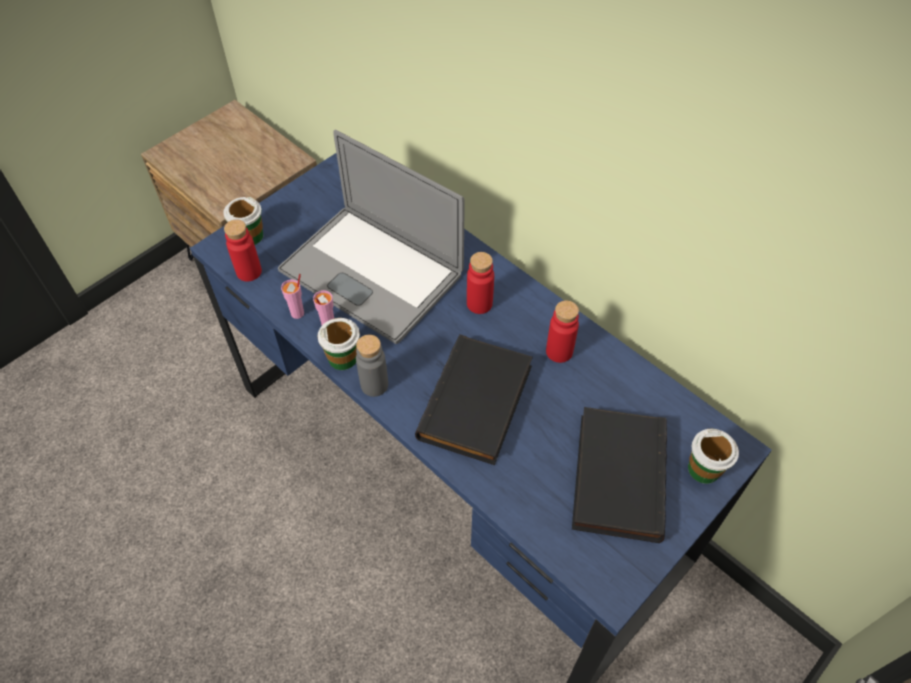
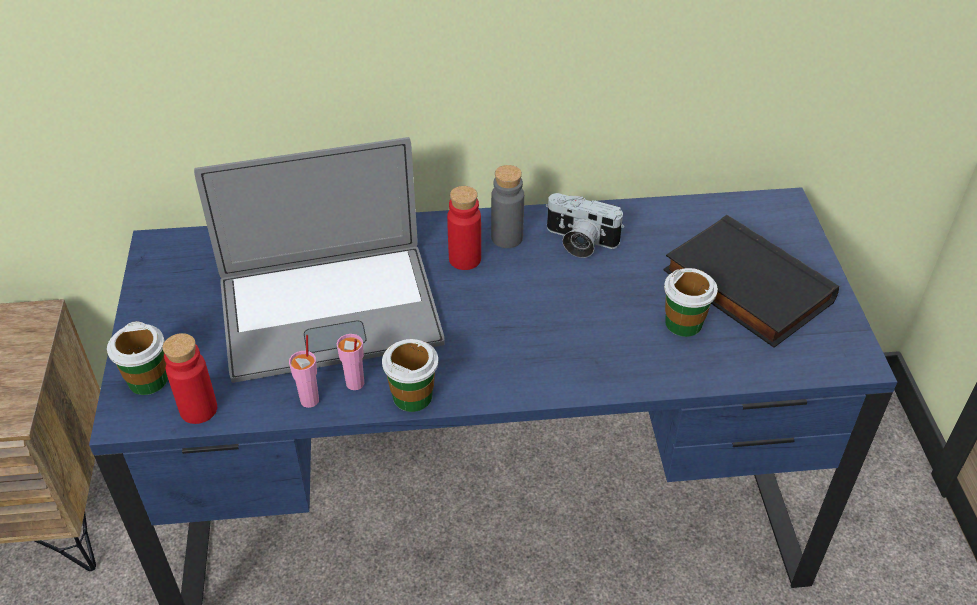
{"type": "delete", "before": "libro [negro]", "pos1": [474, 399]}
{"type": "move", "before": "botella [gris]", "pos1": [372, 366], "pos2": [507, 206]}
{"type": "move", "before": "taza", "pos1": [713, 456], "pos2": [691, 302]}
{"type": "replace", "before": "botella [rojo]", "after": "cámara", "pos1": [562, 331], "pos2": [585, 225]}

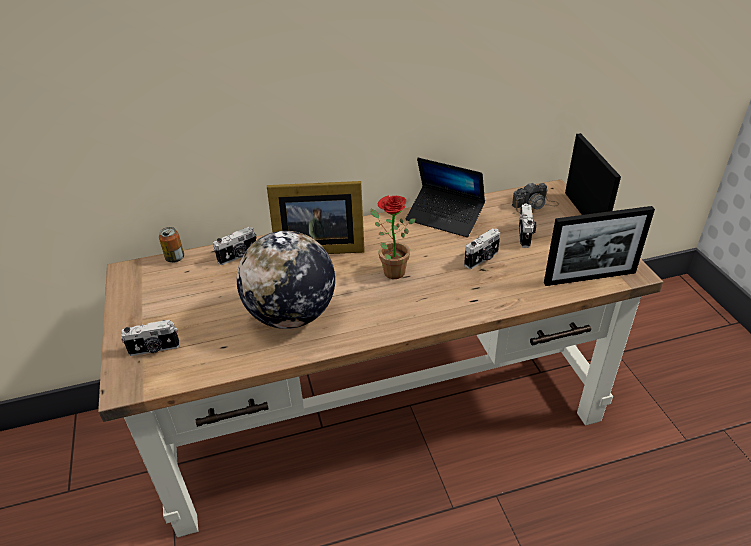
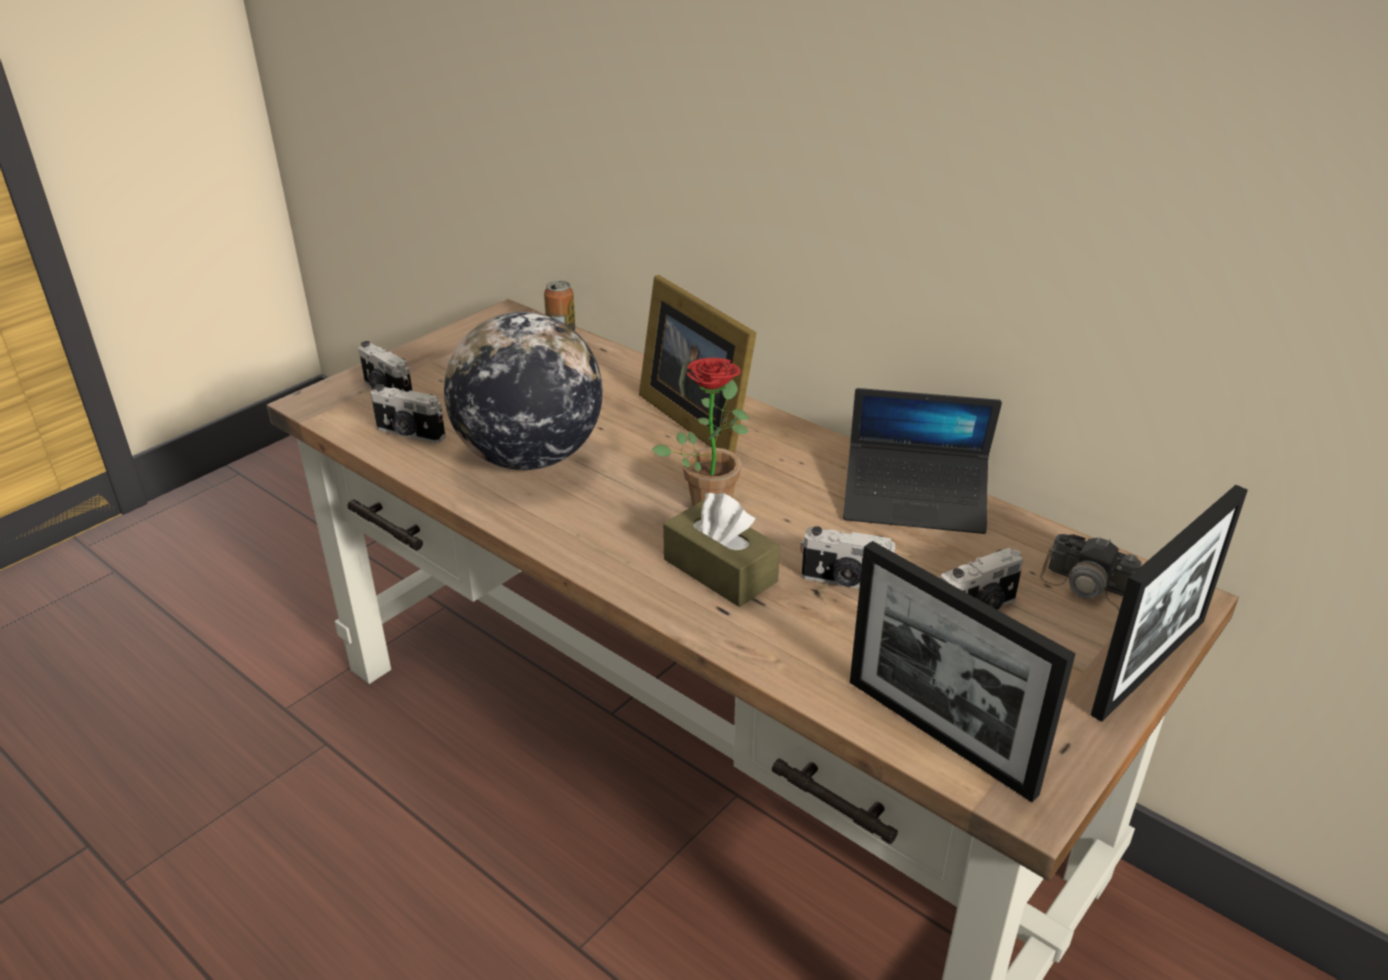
{"type": "insert", "after": "caja de pañuelos [marrón]", "pos2": [721, 550]}
{"type": "move", "before": "cámara", "pos1": [234, 246], "pos2": [408, 413]}
{"type": "rotate", "before": "portátil", "pos1": [445, 197], "pos2": [922, 461], "turn": -75}

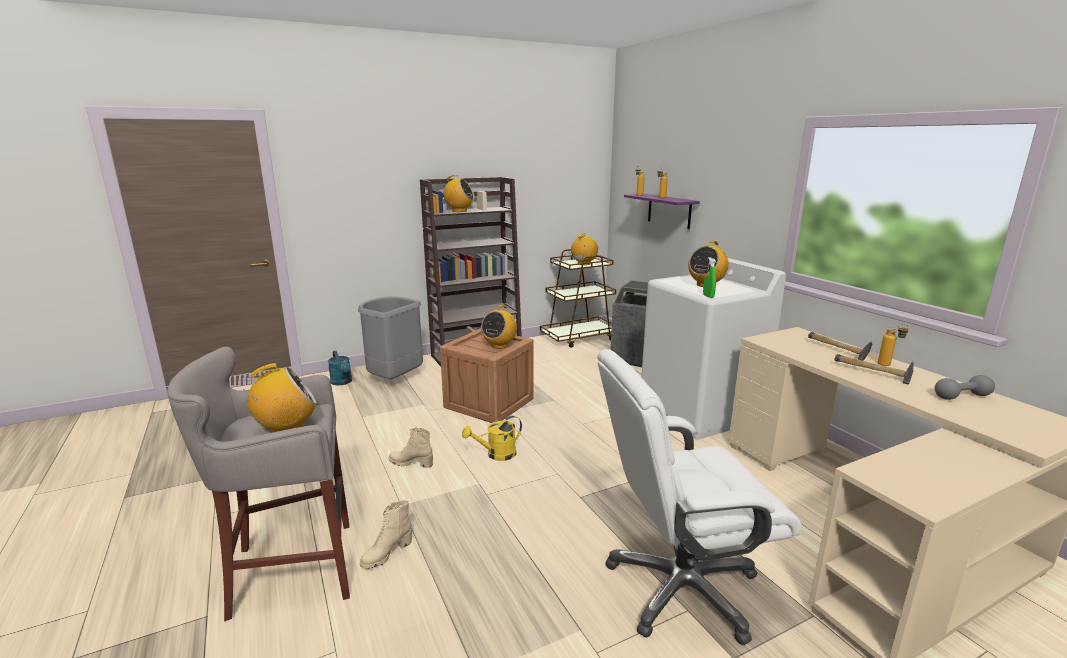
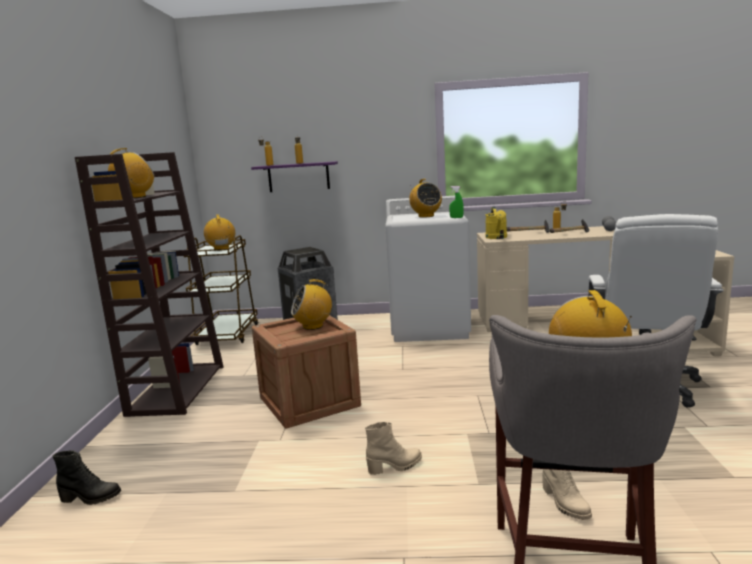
{"type": "delete", "before": "papelera [gris]", "pos1": [390, 338]}
{"type": "move", "before": "regadera [amarillo]", "pos1": [492, 438], "pos2": [496, 223]}
{"type": "replace", "before": "regadera [turquesa]", "after": "bota [negro]", "pos1": [340, 368], "pos2": [87, 477]}
{"type": "rotate", "before": "bota [beis]", "pos1": [411, 448], "pos2": [393, 448], "turn": -150}
{"type": "rotate", "before": "radio", "pos1": [499, 327], "pos2": [311, 304], "turn": 105}

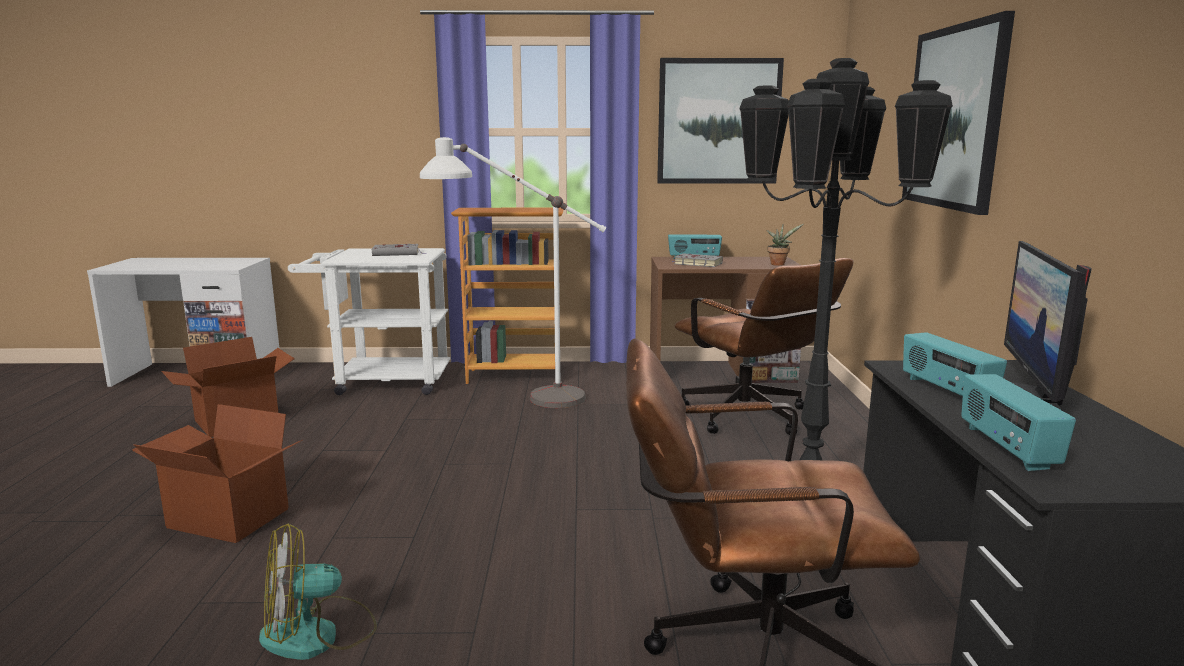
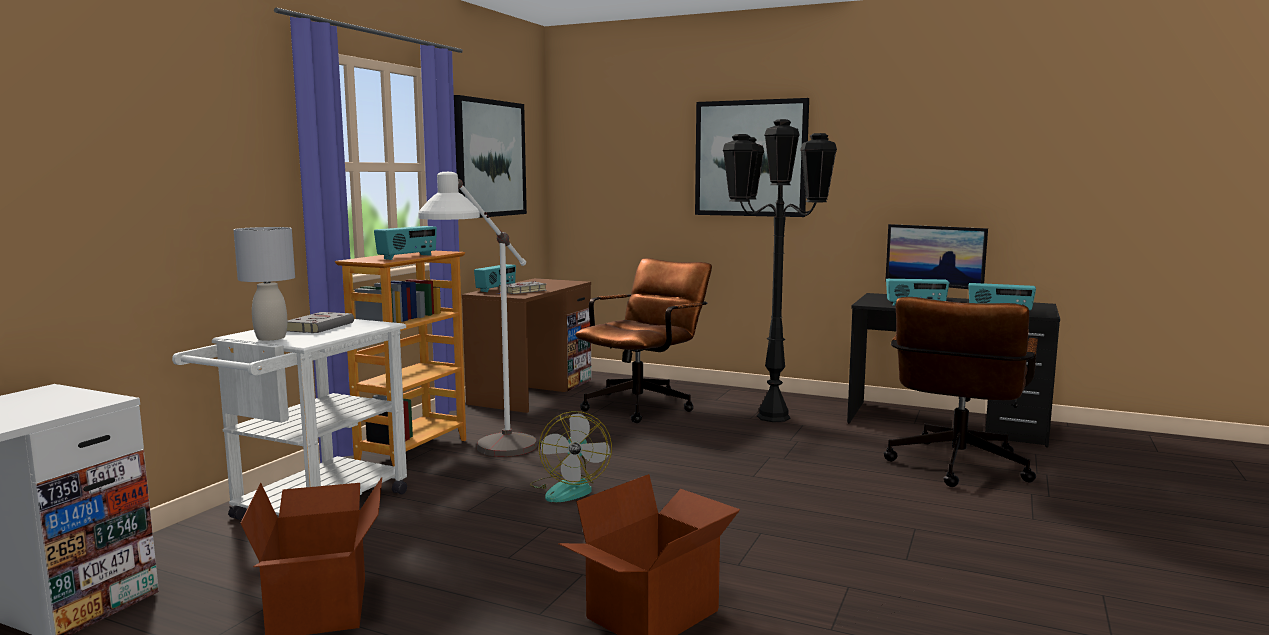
{"type": "delete", "before": "planta en maceta", "pos1": [784, 245]}
{"type": "insert", "after": "lámpara de mesa [gris]", "pos2": [264, 284]}
{"type": "insert", "after": "radio", "pos2": [405, 243]}
{"type": "move", "before": "ventilador", "pos1": [318, 591], "pos2": [571, 456]}
{"type": "rotate", "before": "silla de oficina [marrón]", "pos1": [764, 346], "pos2": [643, 340], "turn": -45}

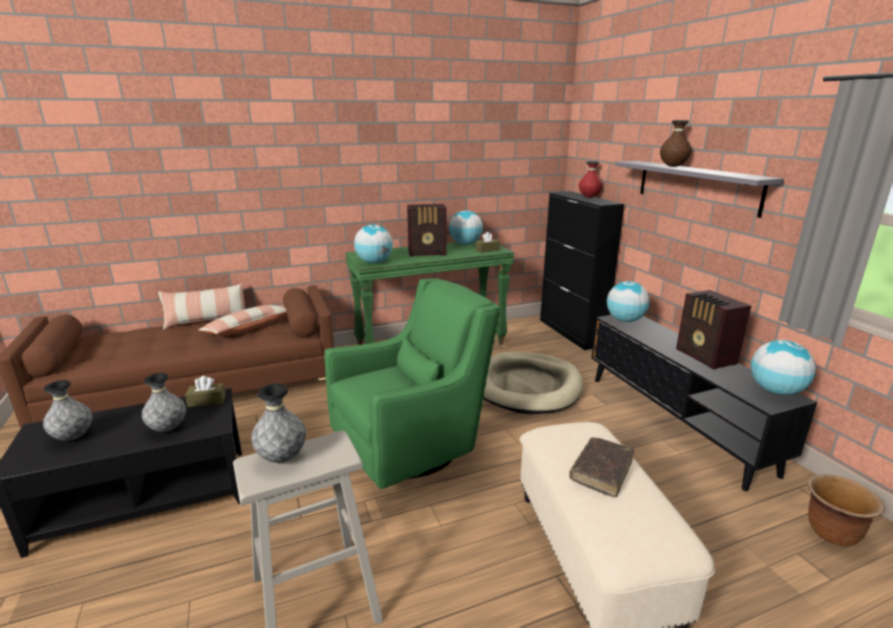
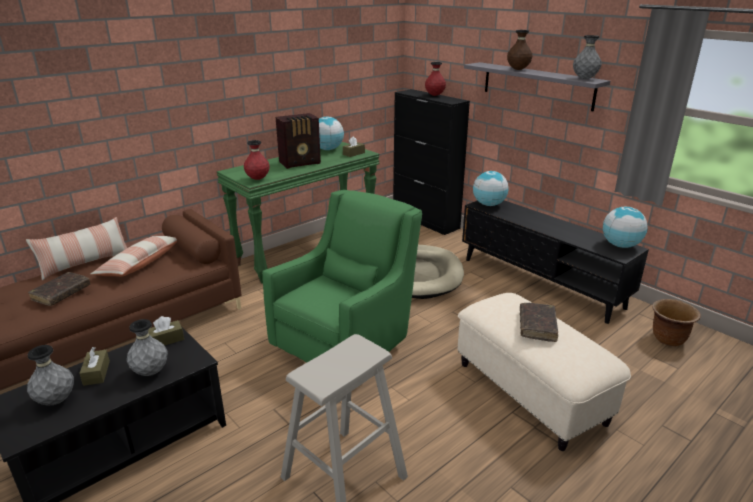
{"type": "delete", "before": "radio", "pos1": [713, 330]}
{"type": "insert", "after": "libro [marrón]", "pos2": [59, 289]}
{"type": "insert", "after": "caja de pañuelos [marrón]", "pos2": [94, 366]}
{"type": "move", "before": "florero [gris]", "pos1": [278, 423], "pos2": [587, 57]}
{"type": "replace", "before": "globo terráqueo", "after": "florero [rojo]", "pos1": [373, 243], "pos2": [256, 160]}

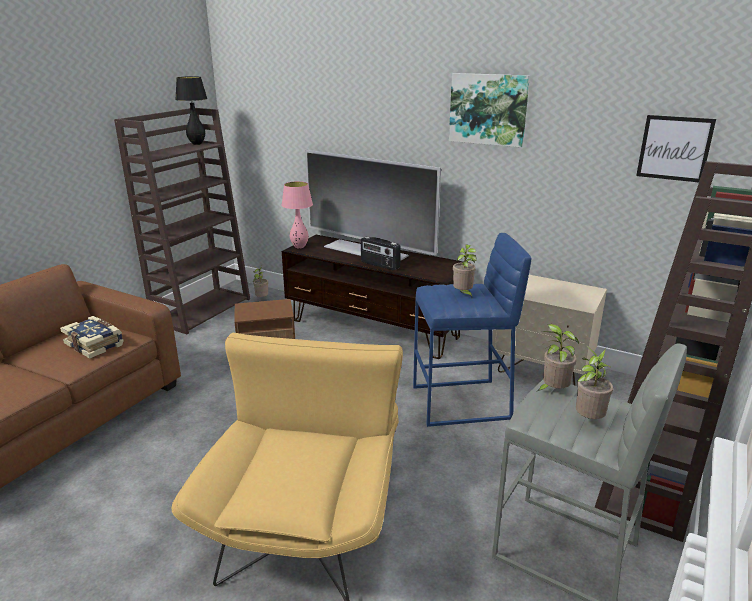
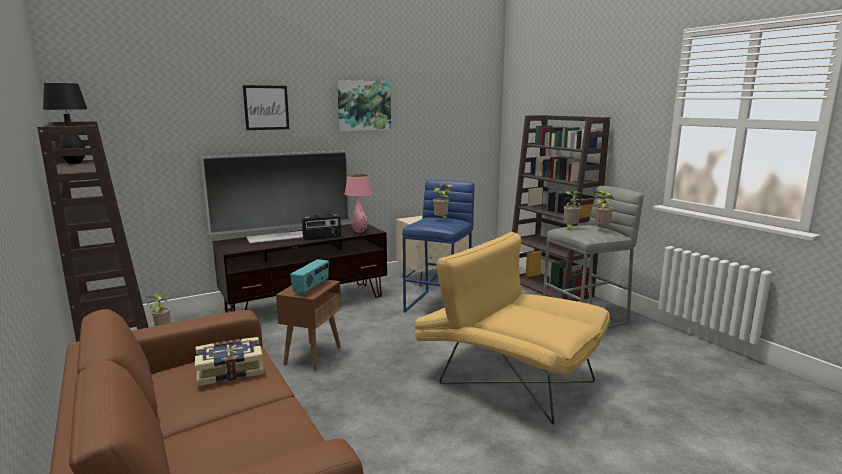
{"type": "insert", "after": "radio", "pos2": [309, 277]}
{"type": "move", "before": "lámpara de mesa [rosa]", "pos1": [297, 214], "pos2": [358, 203]}
{"type": "move", "before": "cuadro", "pos1": [676, 148], "pos2": [266, 107]}

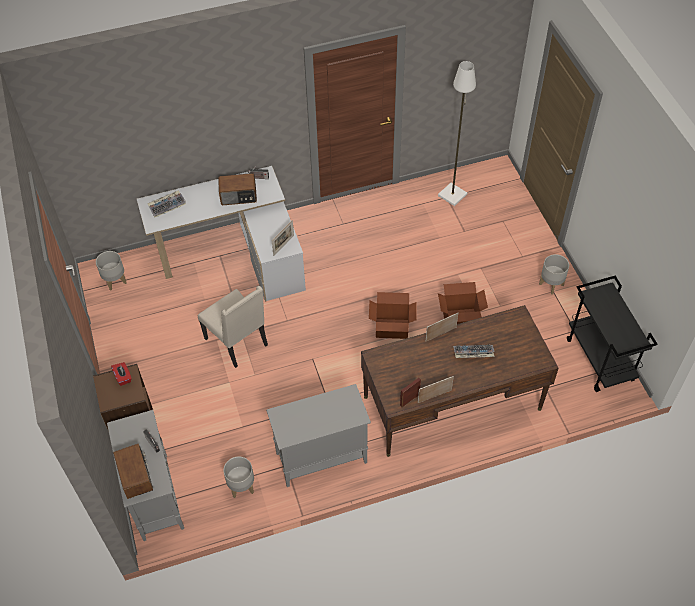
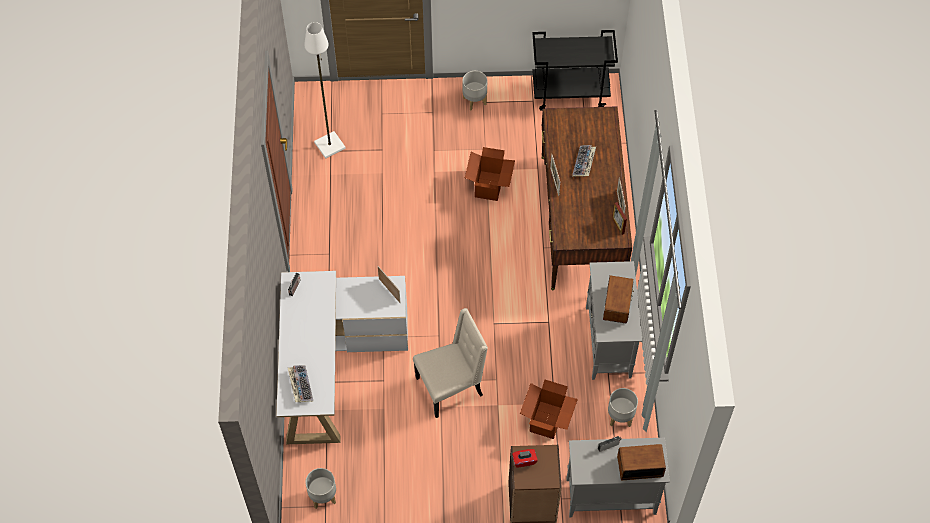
{"type": "move", "before": "radio", "pos1": [237, 189], "pos2": [618, 299]}
{"type": "move", "before": "caja de cartón", "pos1": [393, 315], "pos2": [549, 409]}

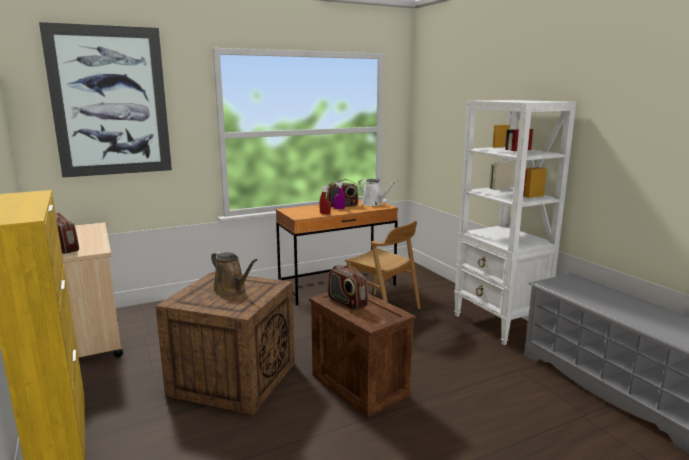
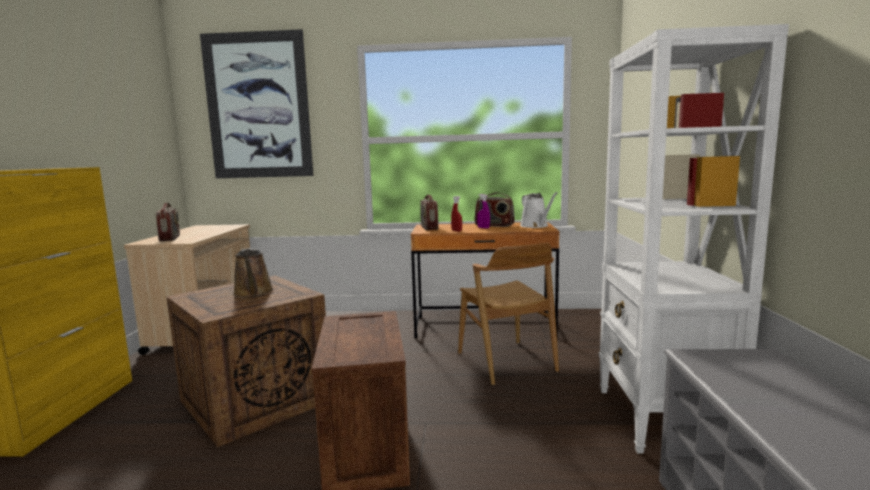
{"type": "move", "before": "radio", "pos1": [348, 287], "pos2": [429, 212]}

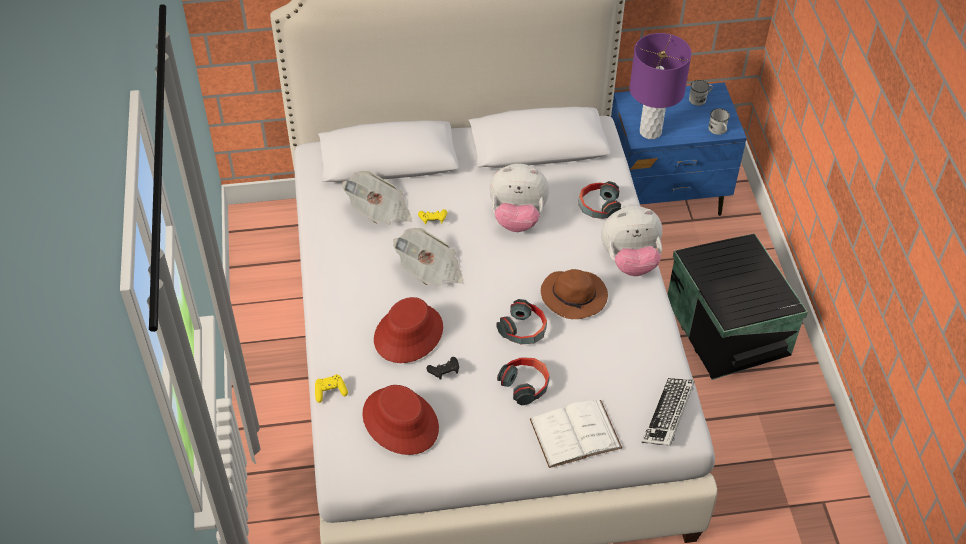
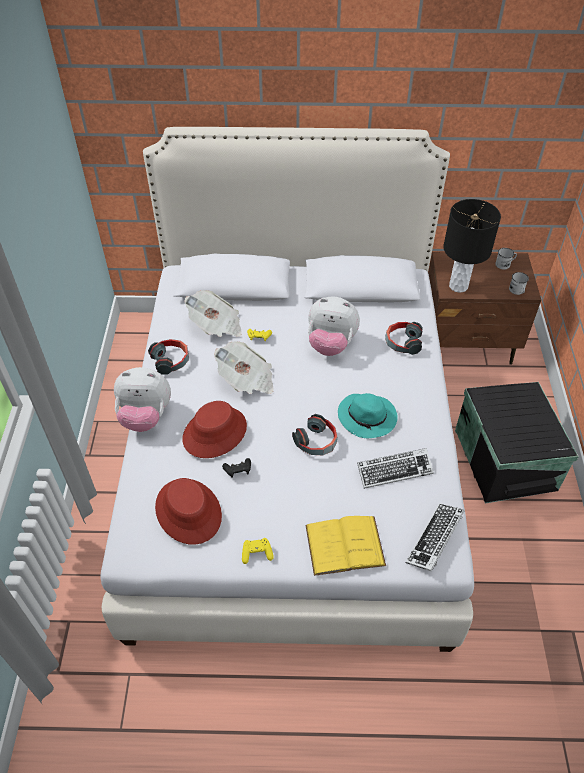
{"type": "insert", "after": "teclado", "pos2": [395, 468]}
{"type": "move", "before": "mando de consola [amarillo]", "pos1": [331, 388], "pos2": [258, 551]}
{"type": "move", "before": "auriculares", "pos1": [523, 381], "pos2": [168, 357]}
{"type": "move", "before": "peluche", "pos1": [631, 241], "pos2": [142, 399]}
{"type": "recolor", "before": "libro [blanco]", "after": "libro [amarillo]", "pos1": [576, 434], "pos2": [346, 546]}
{"type": "recolor", "before": "sombrero [marrón]", "after": "sombrero [turquesa]", "pos1": [574, 294], "pos2": [368, 415]}
{"type": "recolor", "before": "mesita de noche [azul]", "after": "mesita de noche [marrón]", "pos1": [679, 149], "pos2": [484, 308]}
{"type": "recolor", "before": "lámpara de mesa [morado]", "after": "lámpara de mesa [negro]", "pos1": [660, 86], "pos2": [472, 246]}

